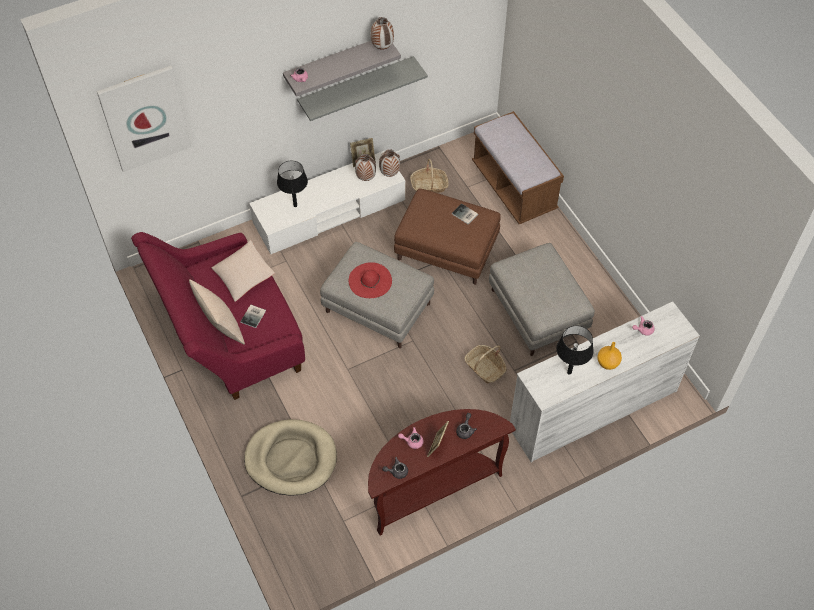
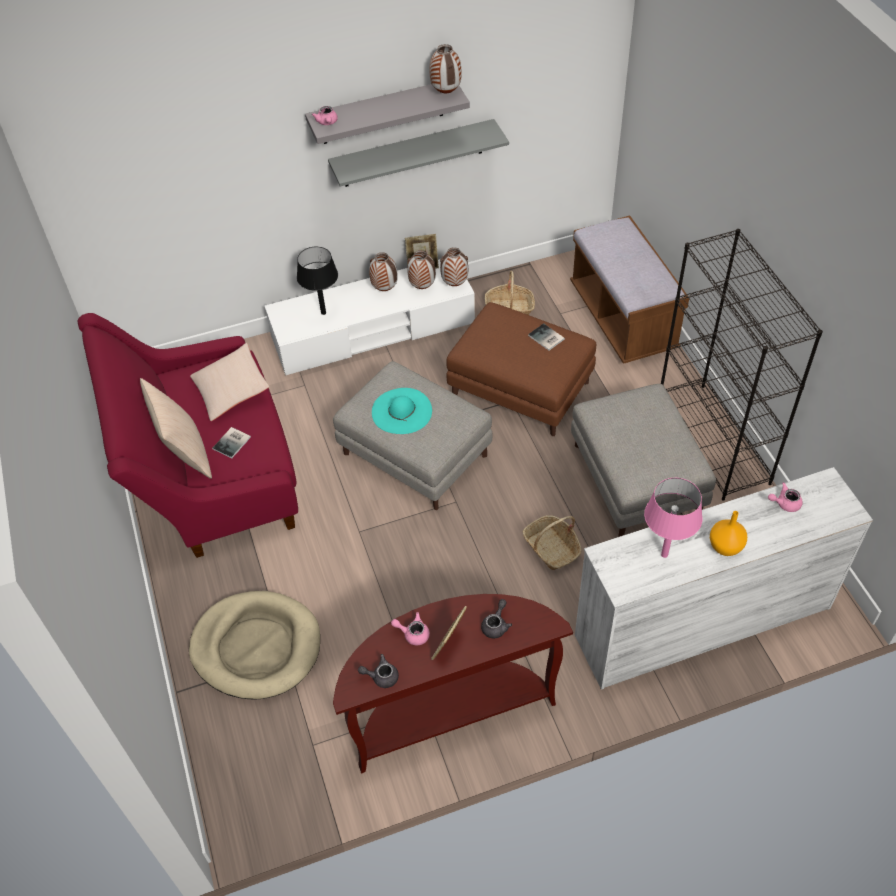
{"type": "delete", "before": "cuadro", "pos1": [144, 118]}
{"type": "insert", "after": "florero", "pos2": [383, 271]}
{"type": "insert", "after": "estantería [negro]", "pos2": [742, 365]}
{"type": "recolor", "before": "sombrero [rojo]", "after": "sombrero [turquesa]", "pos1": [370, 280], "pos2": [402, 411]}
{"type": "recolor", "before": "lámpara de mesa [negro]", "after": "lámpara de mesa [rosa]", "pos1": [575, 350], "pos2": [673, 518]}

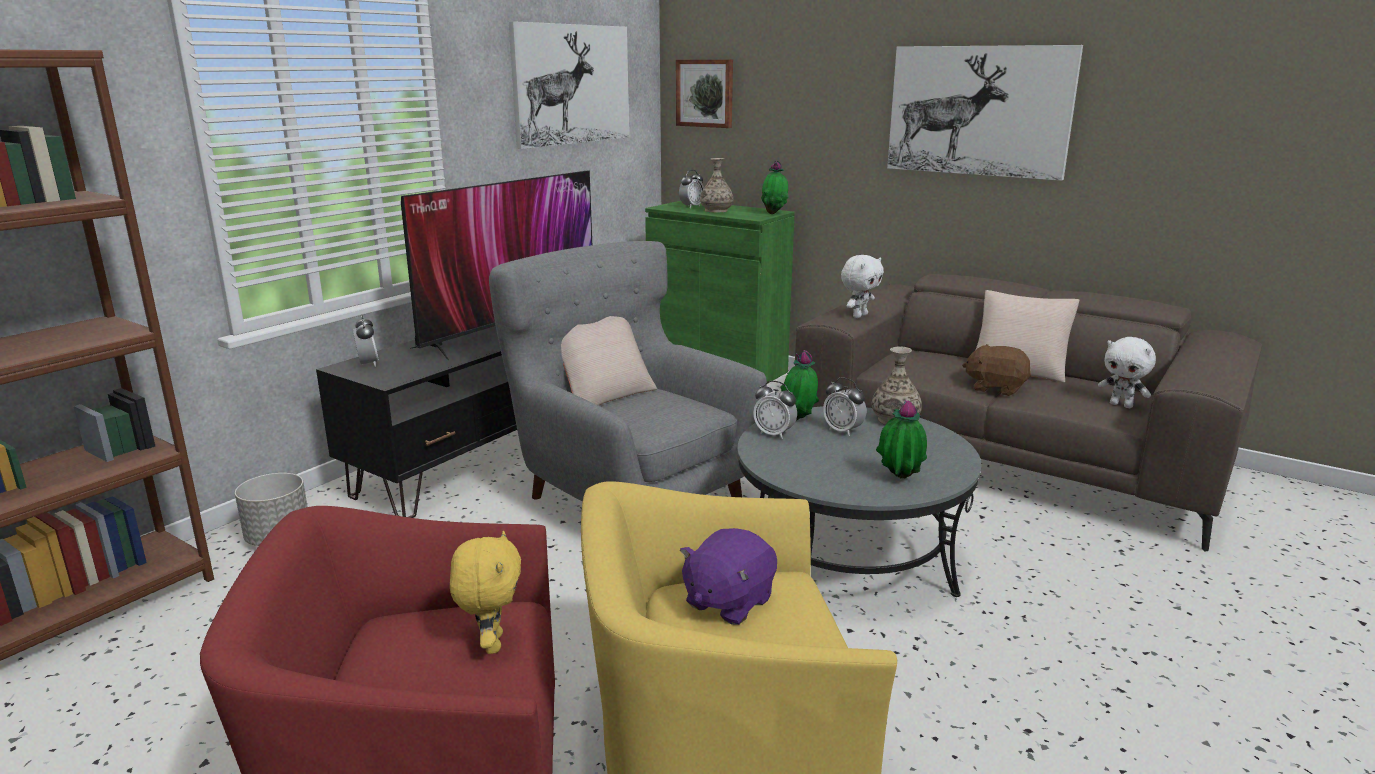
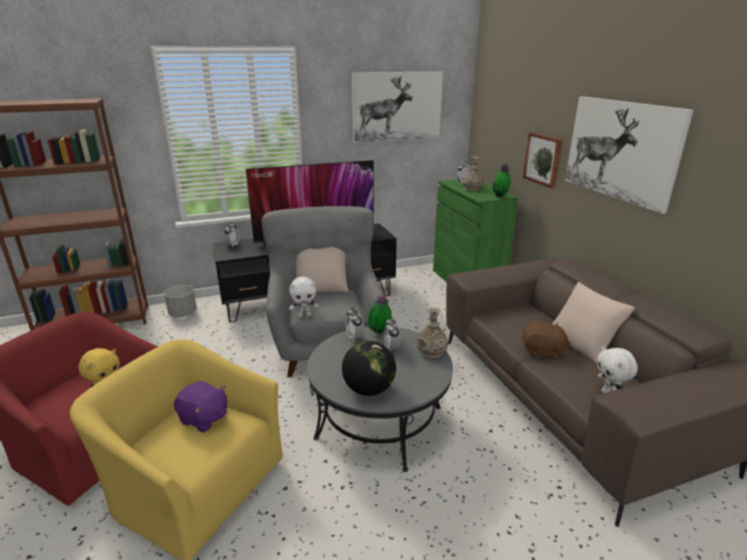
{"type": "move", "before": "cuadro", "pos1": [704, 94], "pos2": [543, 160]}
{"type": "move", "before": "peluche [blanco]", "pos1": [862, 286], "pos2": [304, 297]}
{"type": "replace", "before": "planta en maceta", "after": "globo terráqueo", "pos1": [901, 438], "pos2": [369, 368]}
{"type": "rotate", "before": "peluche [morado]", "pos1": [728, 576], "pos2": [200, 407], "turn": -135}
{"type": "rotate", "before": "peluche [marrón]", "pos1": [996, 370], "pos2": [546, 340], "turn": 135}

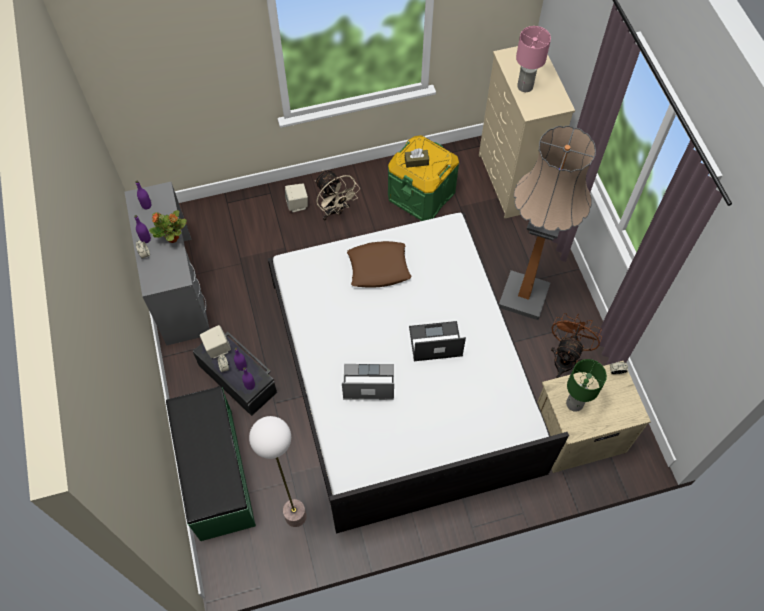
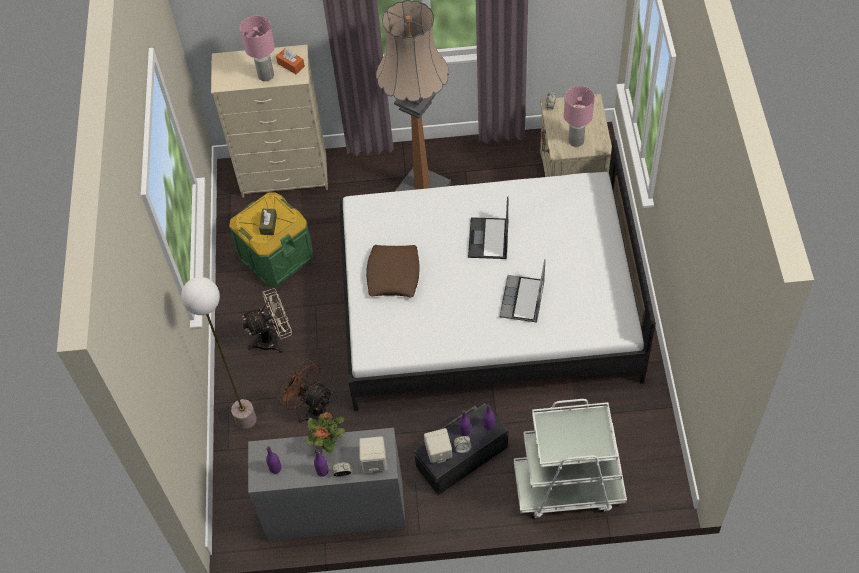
{"type": "insert", "after": "caja de pañuelos [naranja]", "pos2": [290, 61]}
{"type": "move", "before": "lámpara de pie", "pos1": [278, 471], "pos2": [219, 353]}
{"type": "move", "before": "altavoz [beis]", "pos1": [296, 197], "pos2": [373, 454]}
{"type": "move", "before": "ventilador [marrón]", "pos1": [576, 345], "pos2": [305, 390]}
{"type": "replace", "before": "banco [verde]", "after": "carrito [blanco]", "pos1": [211, 463], "pos2": [570, 459]}
{"type": "recolor", "before": "lámpara de mesa [verde]", "after": "lámpara de mesa [rosa]", "pos1": [586, 385], "pos2": [579, 116]}

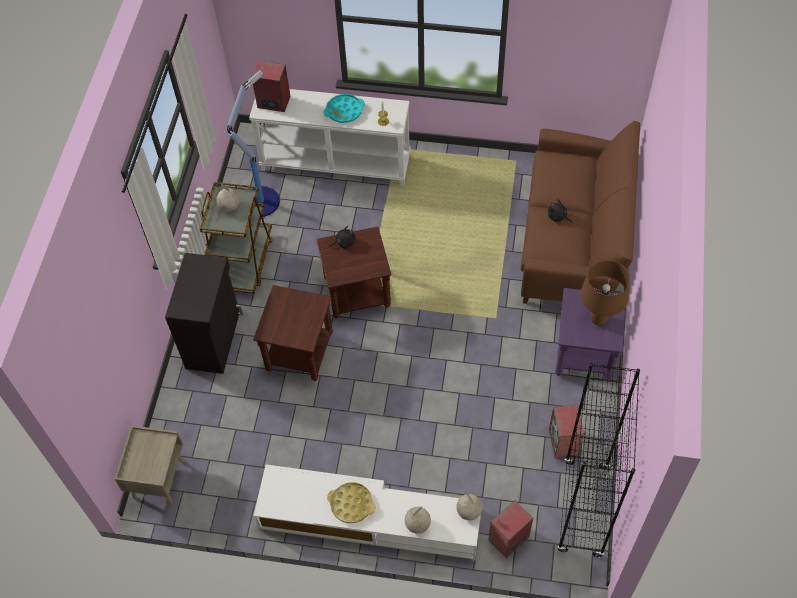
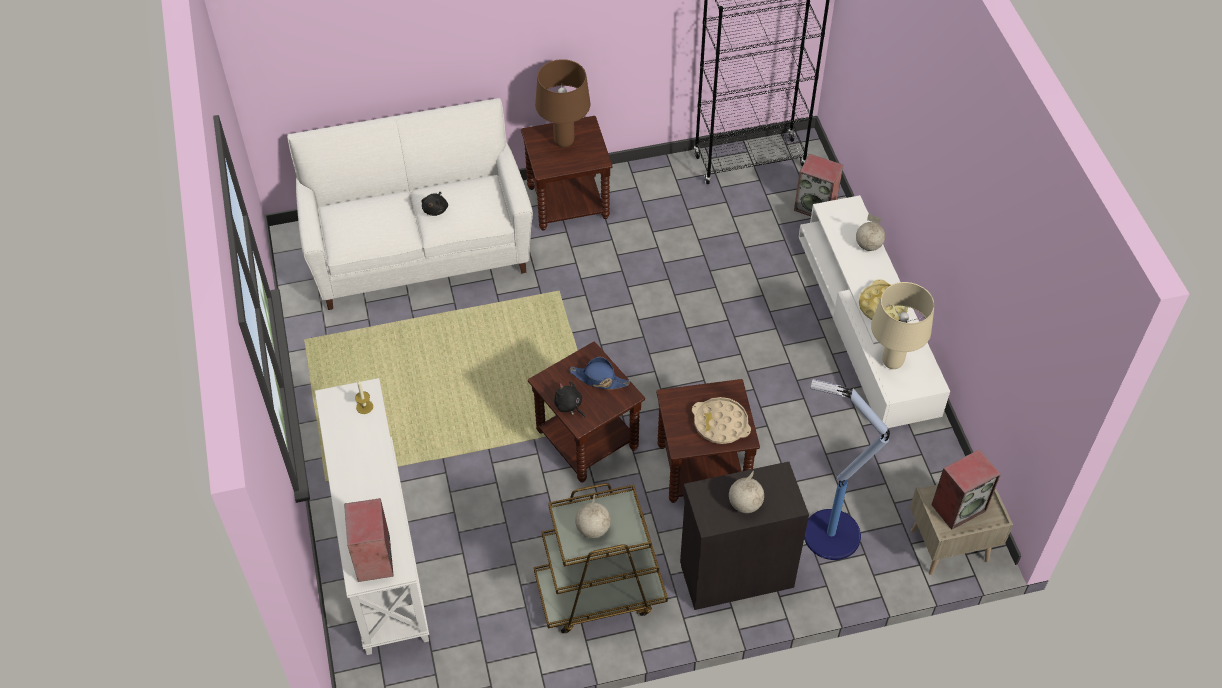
{"type": "delete", "before": "bandeja [turquesa]", "pos1": [344, 108]}
{"type": "insert", "after": "sombrero [azul]", "pos2": [599, 373]}
{"type": "insert", "after": "bandeja [beis]", "pos2": [721, 420]}
{"type": "insert", "after": "lámpara de mesa [beis]", "pos2": [902, 325]}
{"type": "move", "before": "lámpara de pie", "pos1": [253, 143], "pos2": [847, 469]}
{"type": "move", "before": "globo terráqueo", "pos1": [469, 506], "pos2": [746, 491]}
{"type": "move", "before": "altavoz", "pos1": [566, 431], "pos2": [966, 489]}
{"type": "recolor", "before": "sofá [marrón]", "after": "sofá [blanco]", "pos1": [580, 212], "pos2": [410, 204]}
{"type": "recolor", "before": "mesa auxiliar [morado]", "after": "mesa auxiliar [marrón]", "pos1": [590, 335], "pos2": [567, 173]}

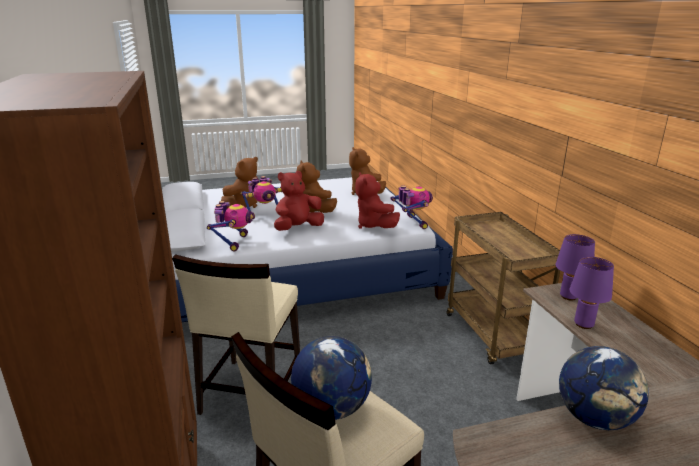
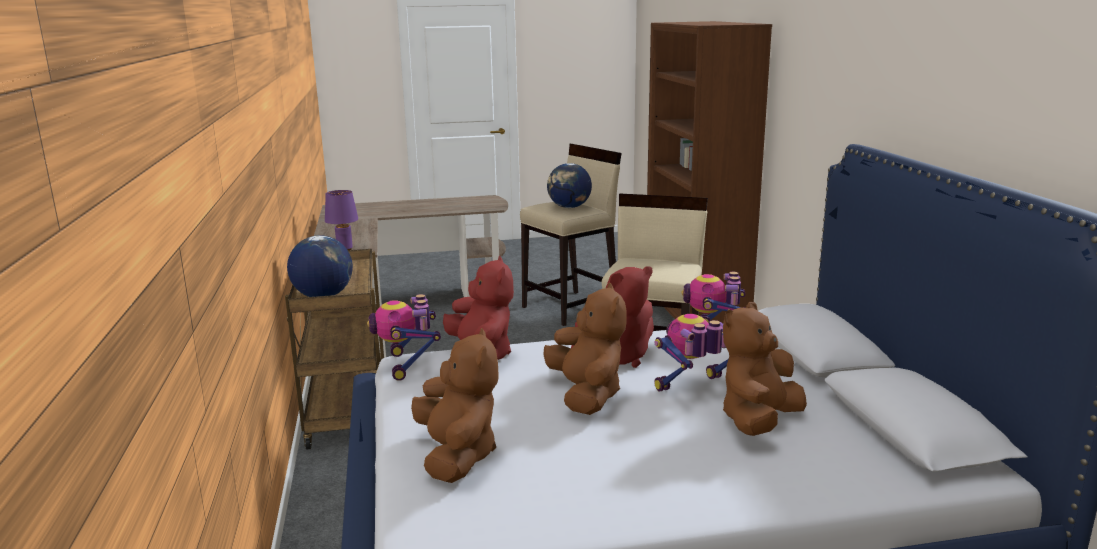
{"type": "delete", "before": "lámpara de mesa [morado]", "pos1": [591, 293]}
{"type": "move", "before": "globo terráqueo", "pos1": [604, 388], "pos2": [320, 266]}

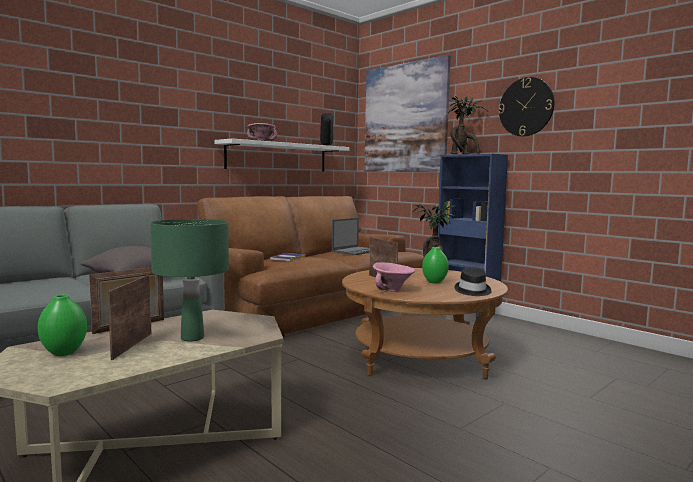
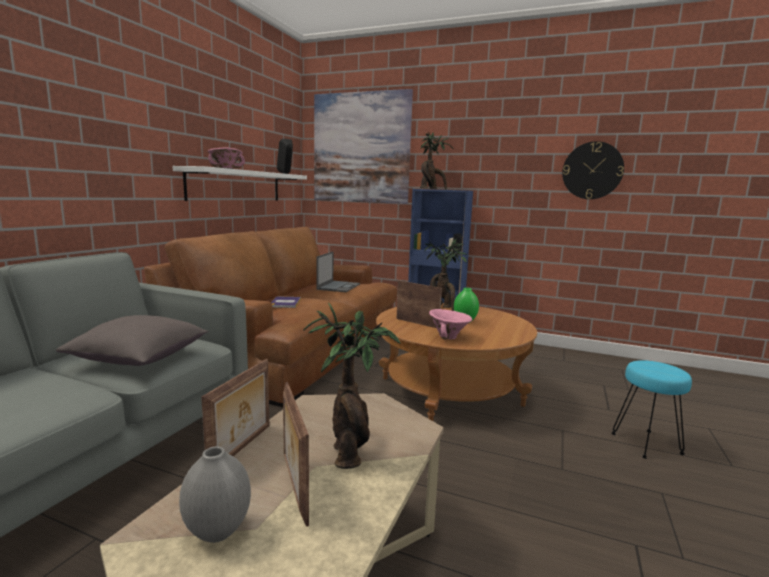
{"type": "delete", "before": "sombrero [negro]", "pos1": [473, 282]}
{"type": "insert", "after": "taburete [turquesa]", "pos2": [651, 409]}
{"type": "move", "before": "reloj de pared", "pos1": [526, 106], "pos2": [593, 170]}
{"type": "replace", "before": "lámpara de mesa [verde]", "after": "planta en maceta", "pos1": [189, 280], "pos2": [351, 386]}
{"type": "recolor", "before": "florero [verde]", "after": "florero [gris]", "pos1": [62, 325], "pos2": [215, 494]}

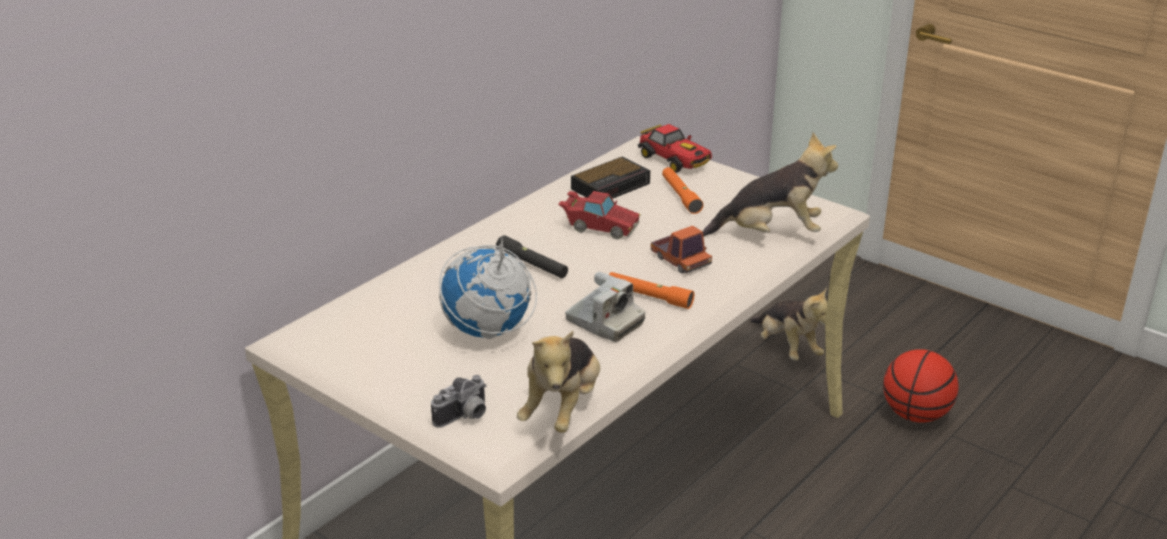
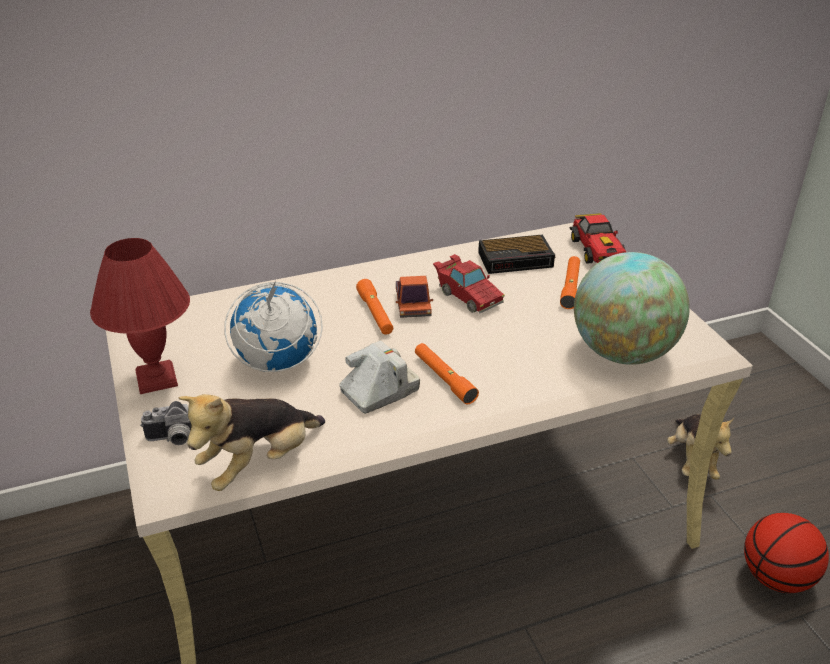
{"type": "insert", "after": "lámpara de mesa [rojo]", "pos2": [140, 316]}
{"type": "move", "before": "camión de juguete", "pos1": [681, 249], "pos2": [414, 297]}
{"type": "replace", "before": "peluche", "after": "globo terráqueo", "pos1": [770, 185], "pos2": [632, 308]}
{"type": "recolor", "before": "linterna [negro]", "after": "linterna [naranja]", "pos1": [532, 256], "pos2": [374, 307]}
{"type": "rotate", "before": "cámara", "pos1": [605, 306], "pos2": [379, 377], "turn": -105}

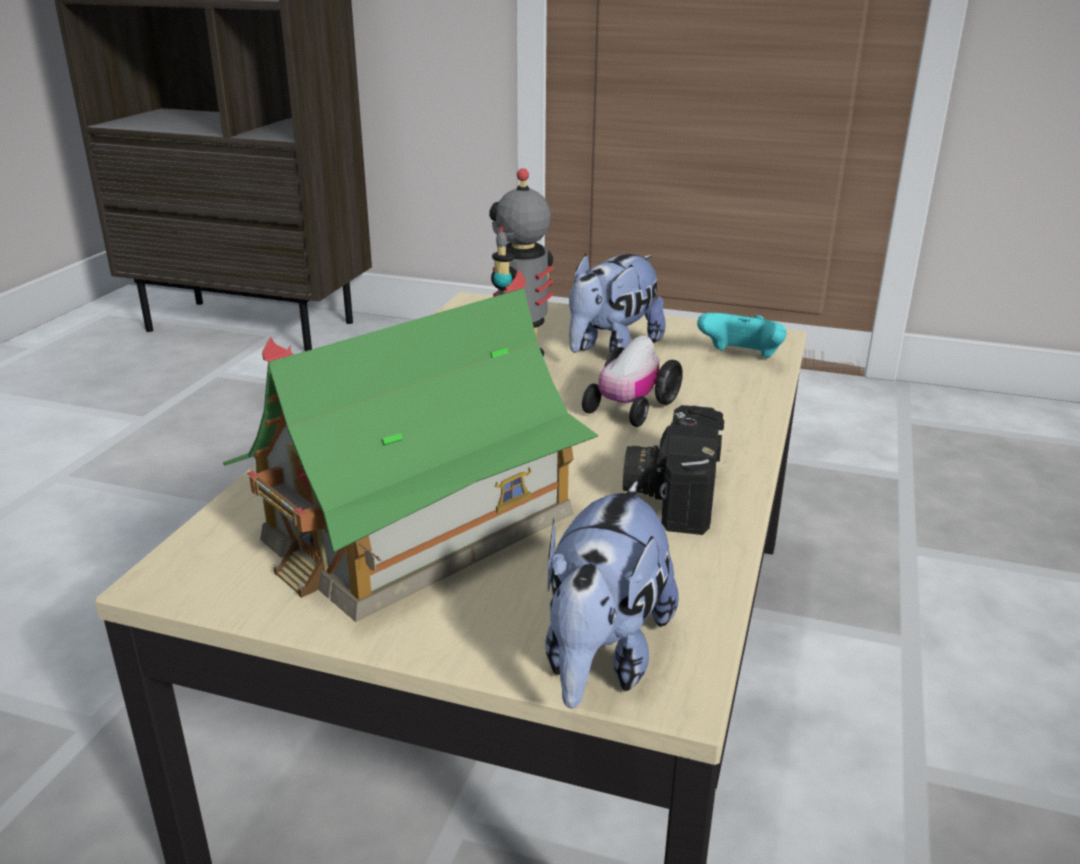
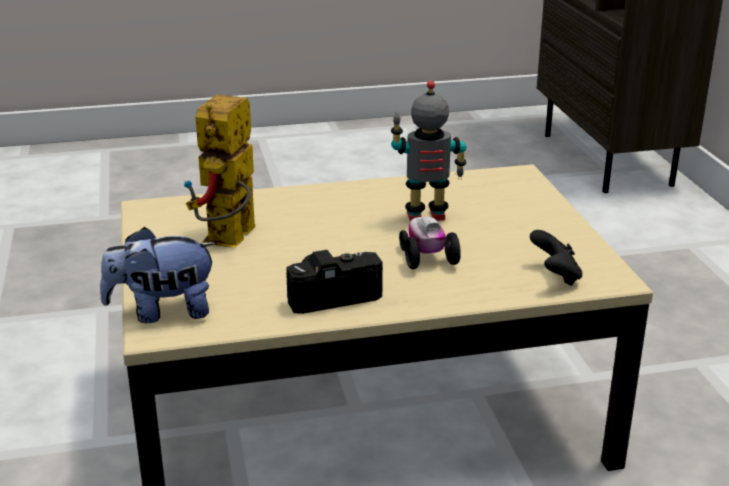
{"type": "delete", "before": "peluche", "pos1": [617, 303]}
{"type": "replace", "before": "casita", "after": "robot de juguete", "pos1": [411, 445], "pos2": [219, 171]}
{"type": "recolor", "before": "mando de consola [turquesa]", "after": "mando de consola [negro]", "pos1": [742, 335], "pos2": [556, 258]}
{"type": "rotate", "before": "coche de juguete", "pos1": [632, 381], "pos2": [430, 243], "turn": 75}

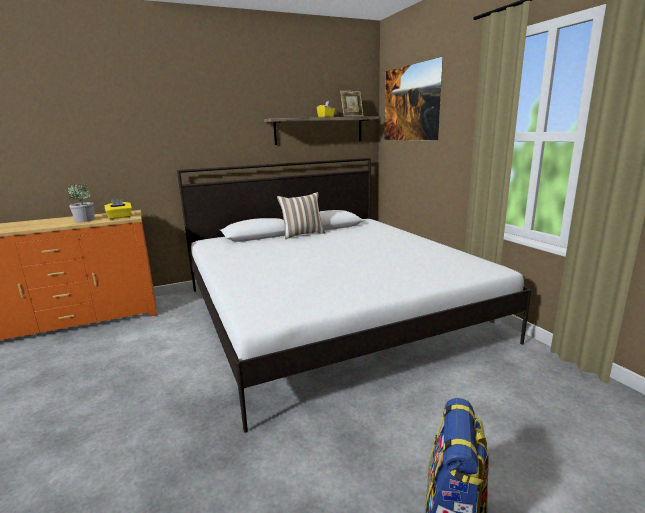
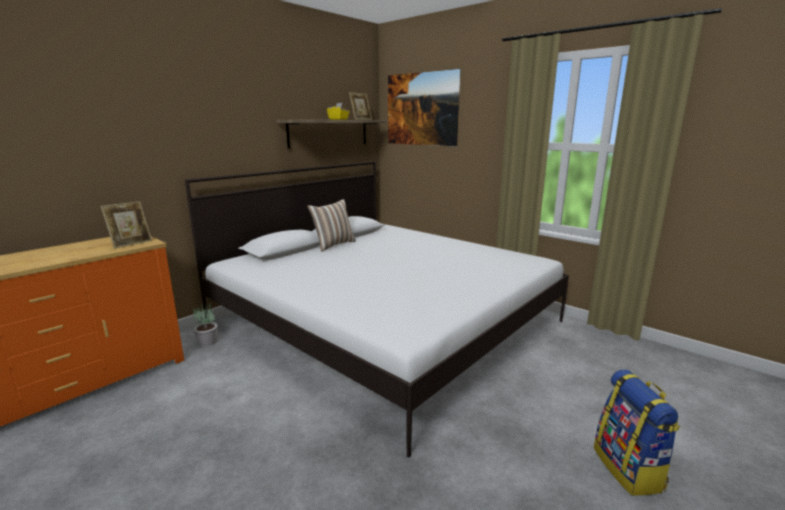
{"type": "move", "before": "planta en maceta", "pos1": [81, 202], "pos2": [205, 325]}
{"type": "replace", "before": "caja de pañuelos [amarillo]", "after": "portarretratos", "pos1": [118, 209], "pos2": [126, 225]}

